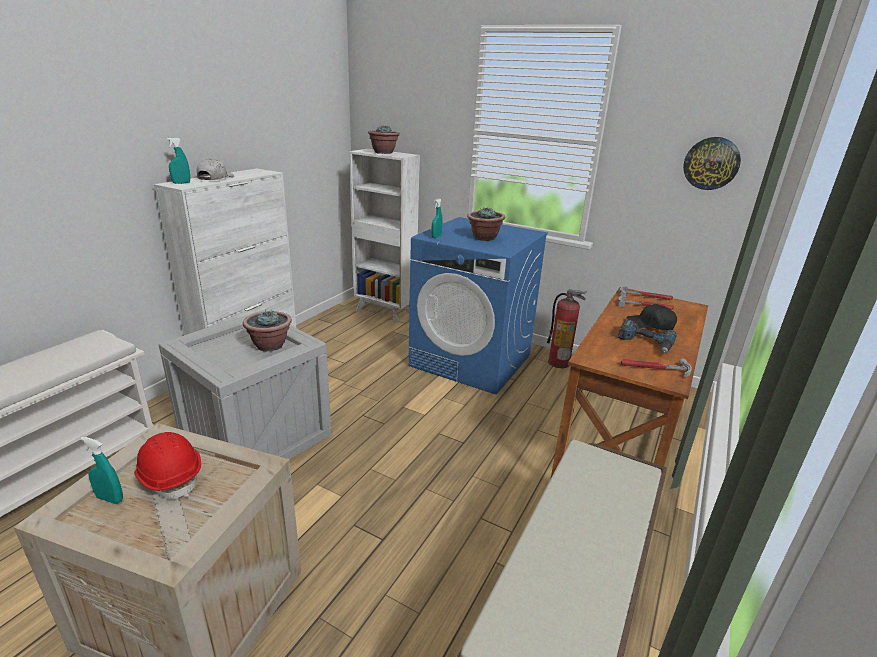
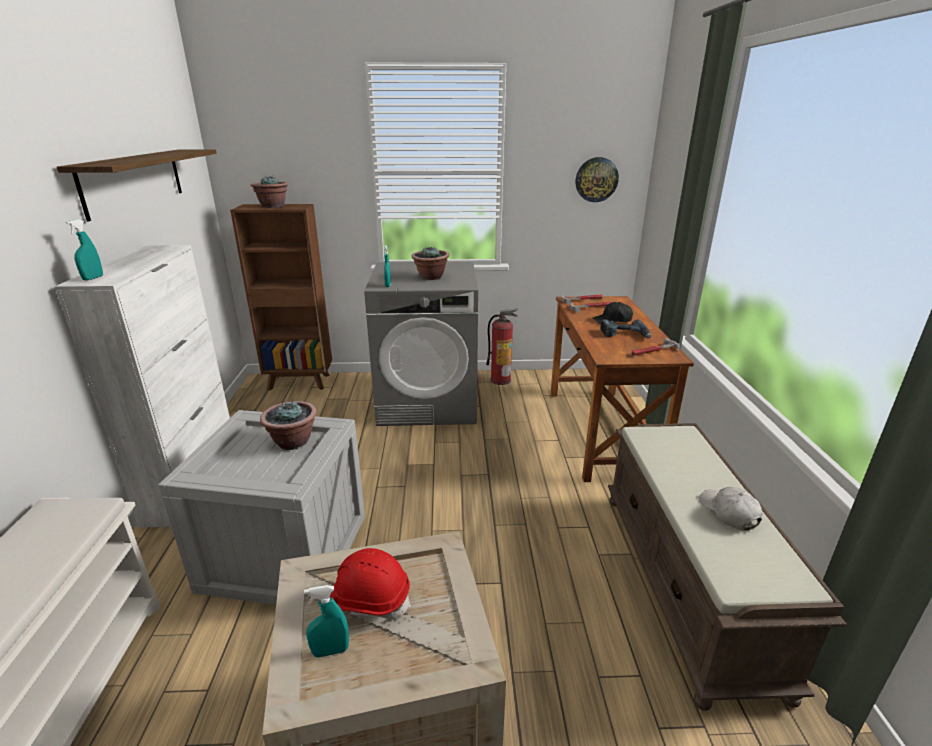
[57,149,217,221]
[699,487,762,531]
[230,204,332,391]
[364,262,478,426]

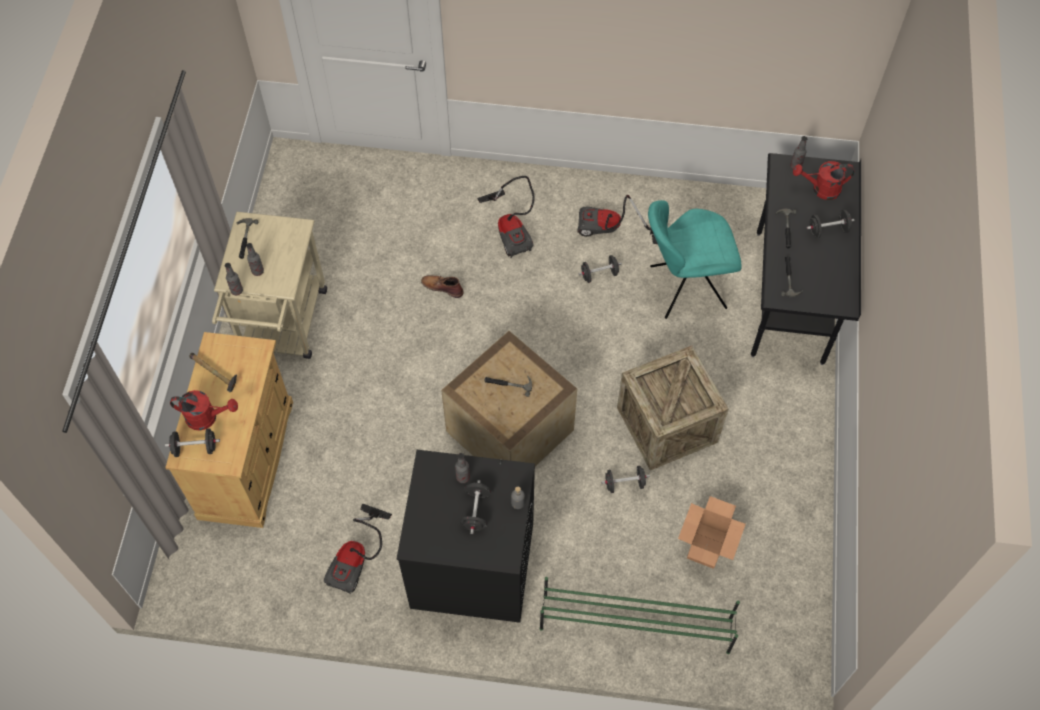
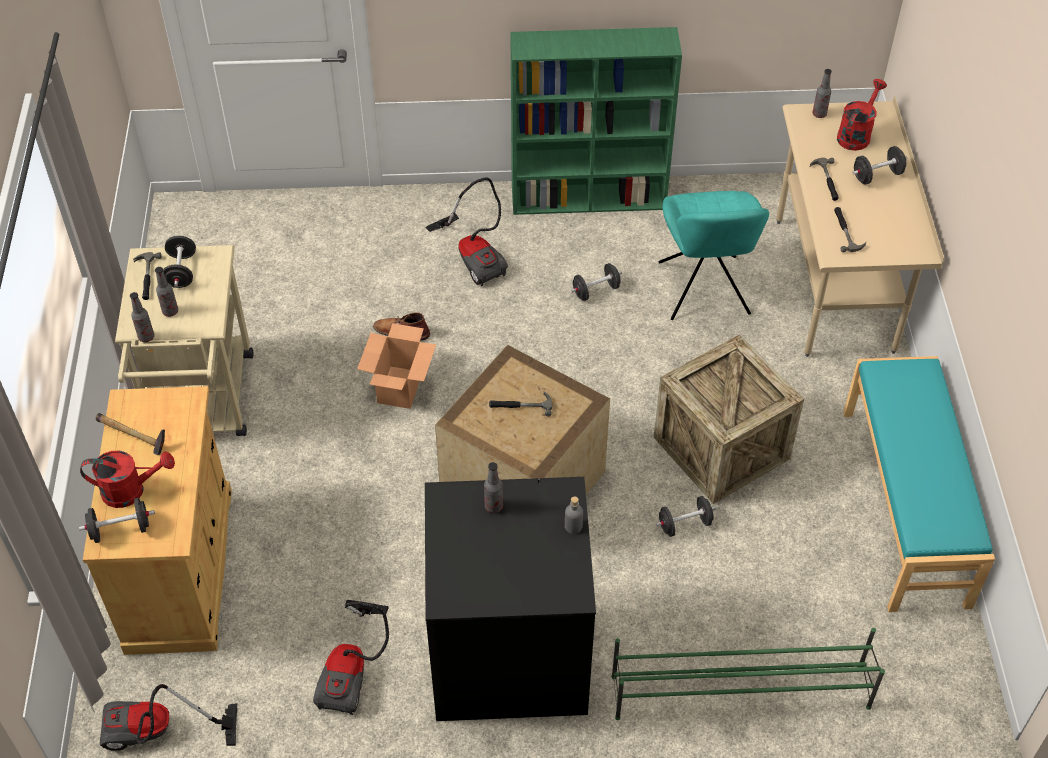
[510,27,682,215]
[843,356,995,612]
[163,236,196,288]
[100,684,237,751]
[357,323,436,409]
[776,95,944,357]
[659,191,769,320]
[837,79,887,151]

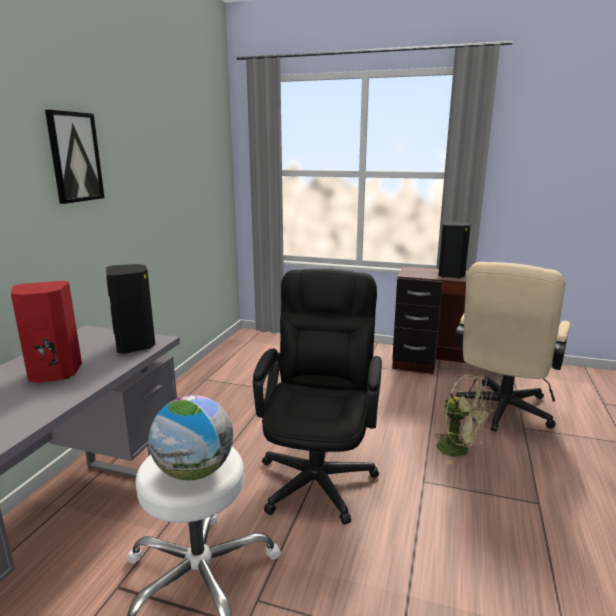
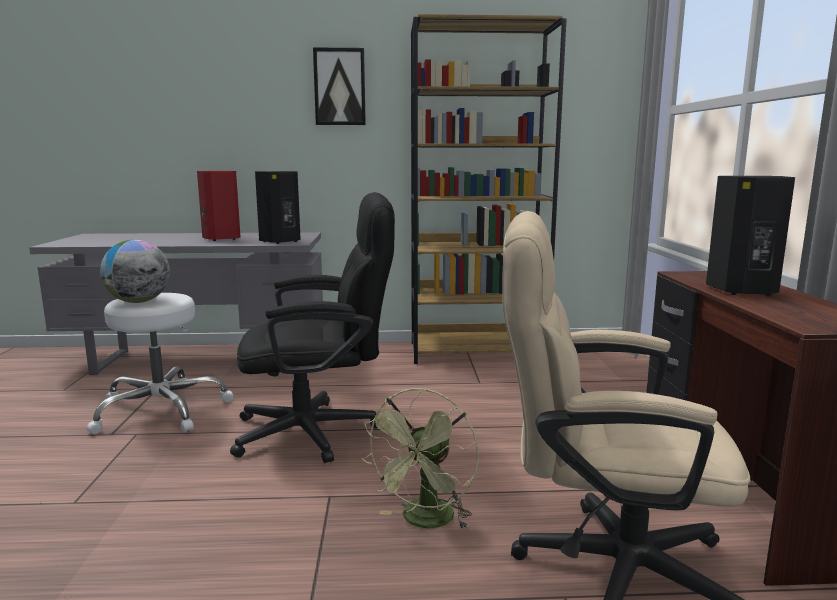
[411,14,567,364]

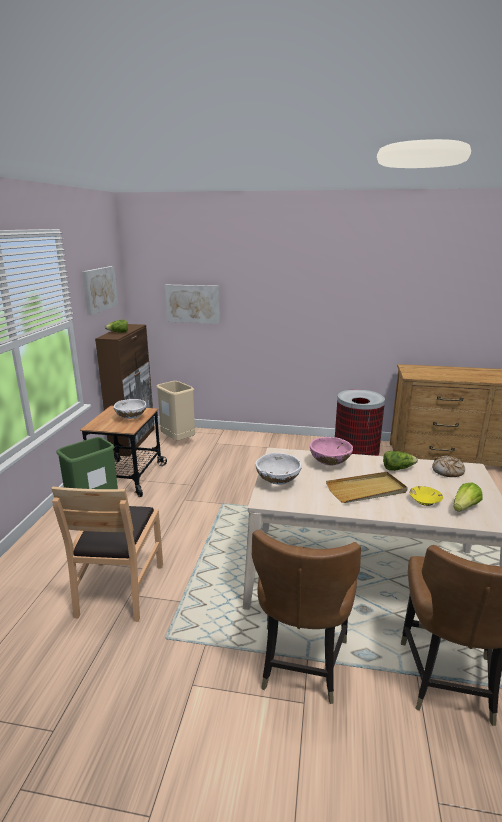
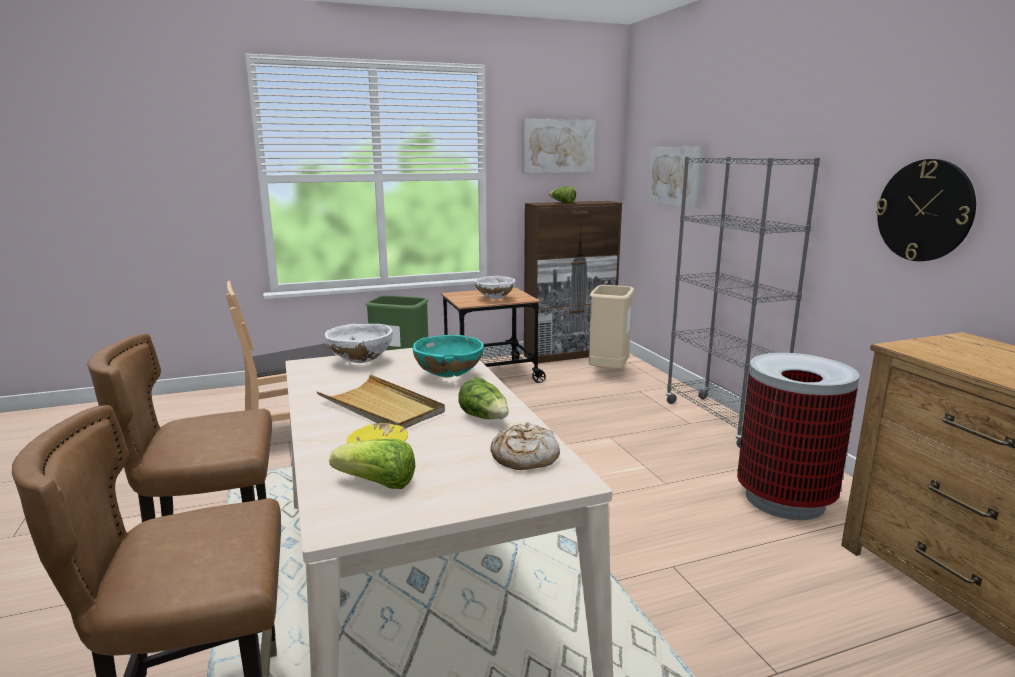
[666,157,820,448]
[876,159,976,261]
[413,335,484,377]

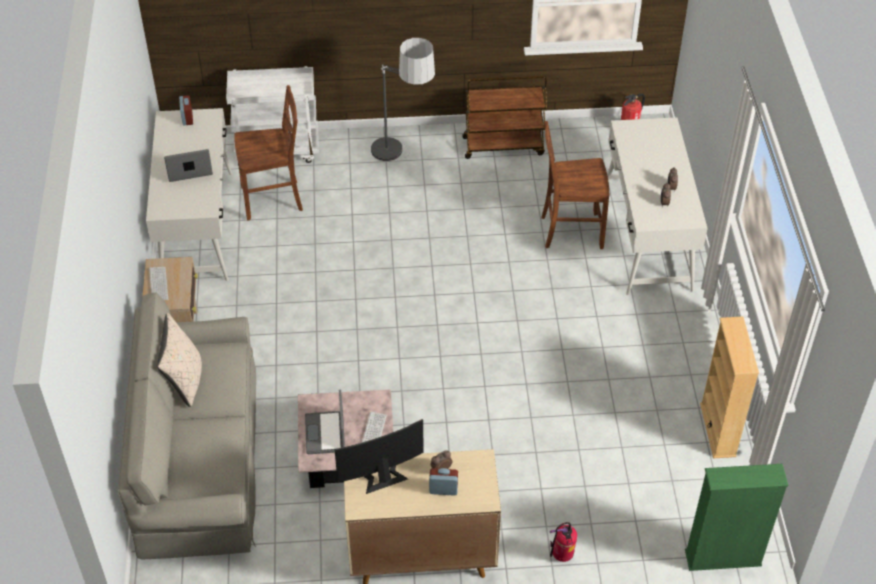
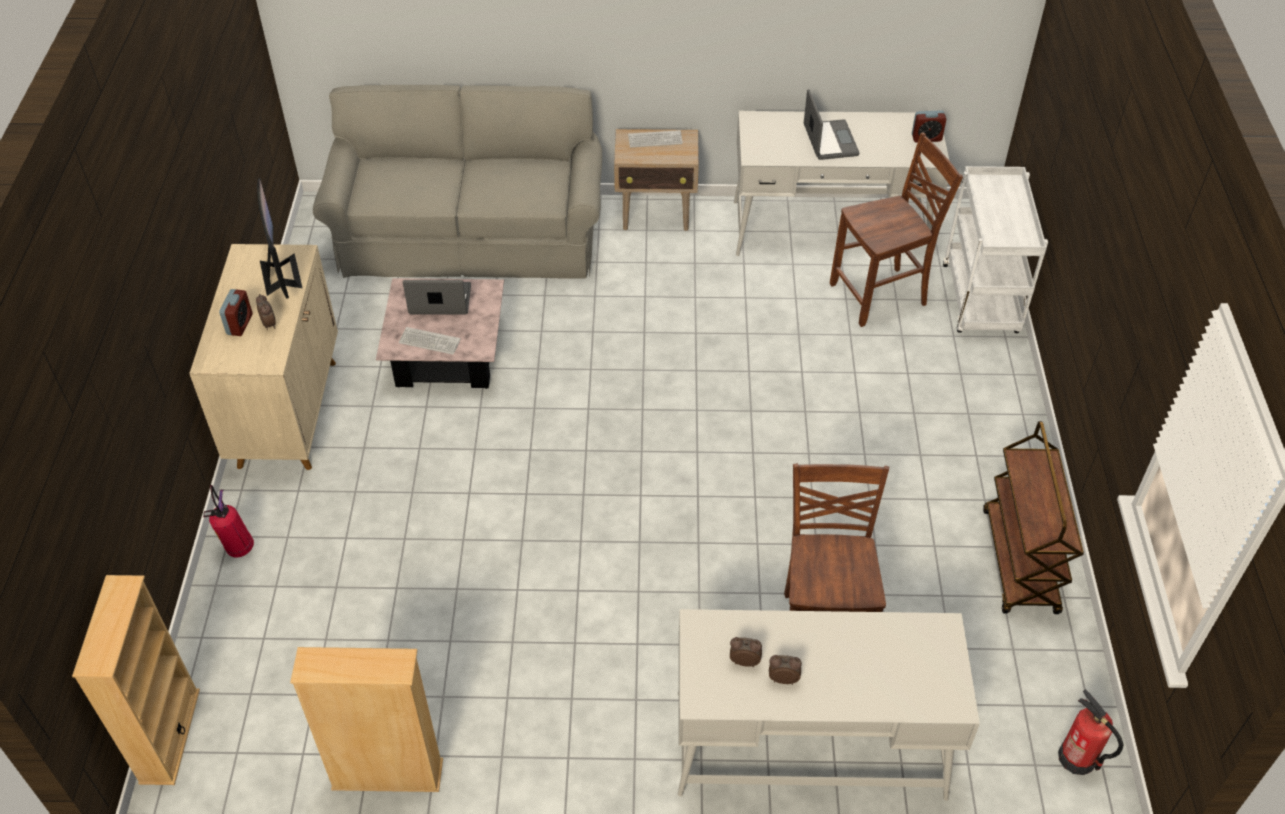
[157,313,202,407] (first image)
[371,38,435,161] (first image)
[72,575,200,785]
[830,132,963,327]

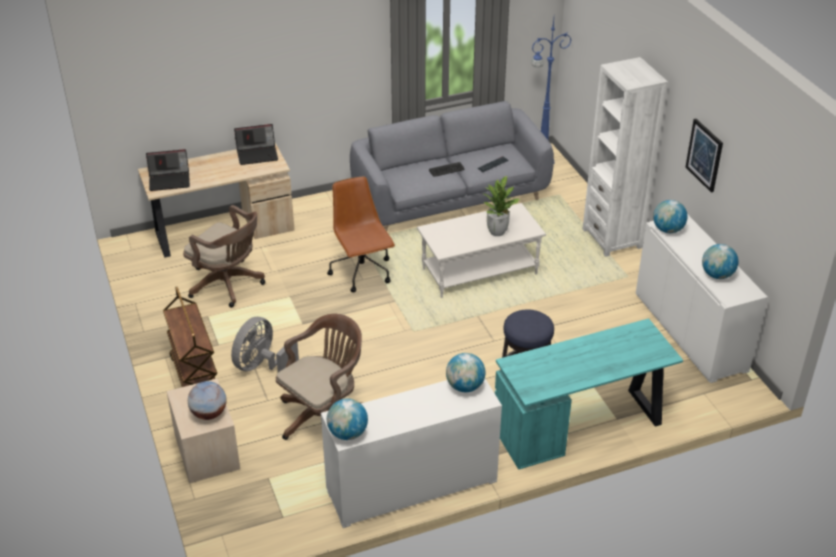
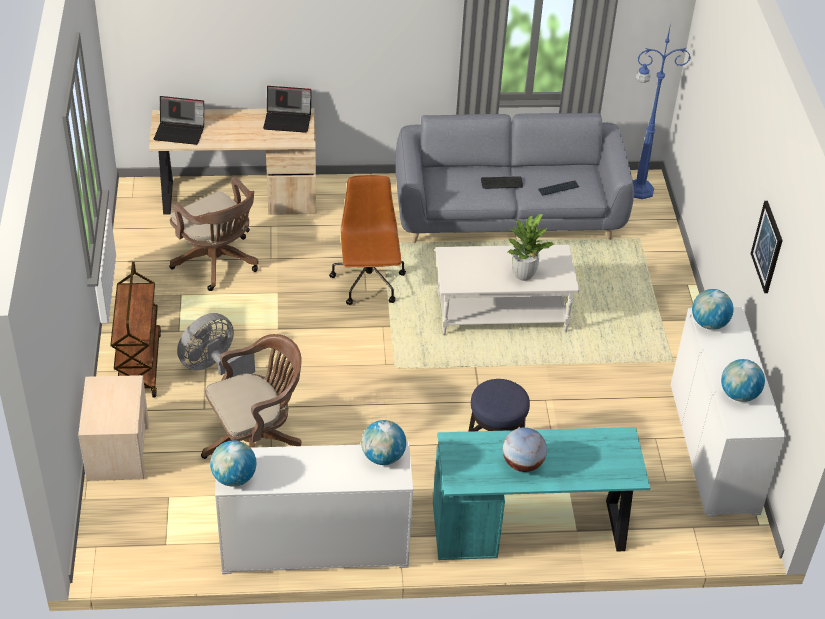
[583,57,668,257] (first image)
[503,427,547,472]

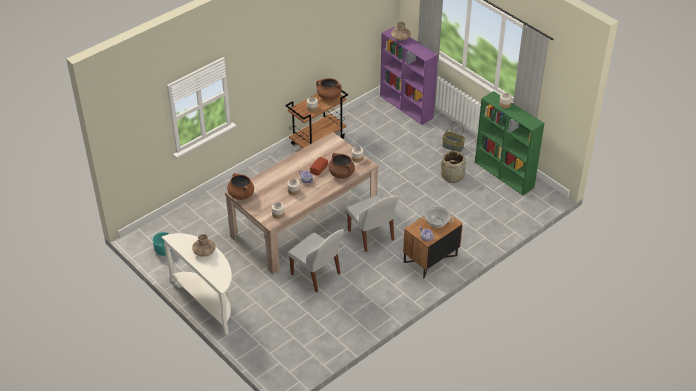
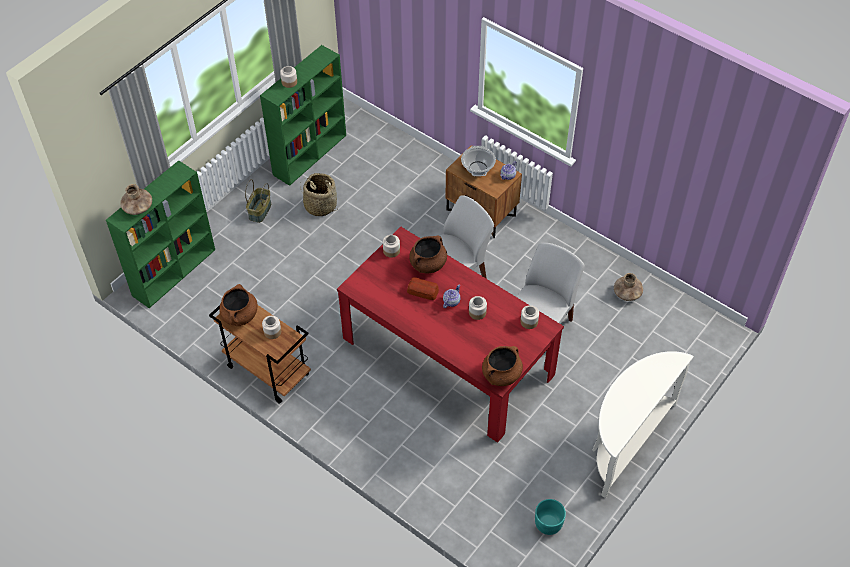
[614,273,643,301]
[337,227,564,443]
[106,160,215,308]

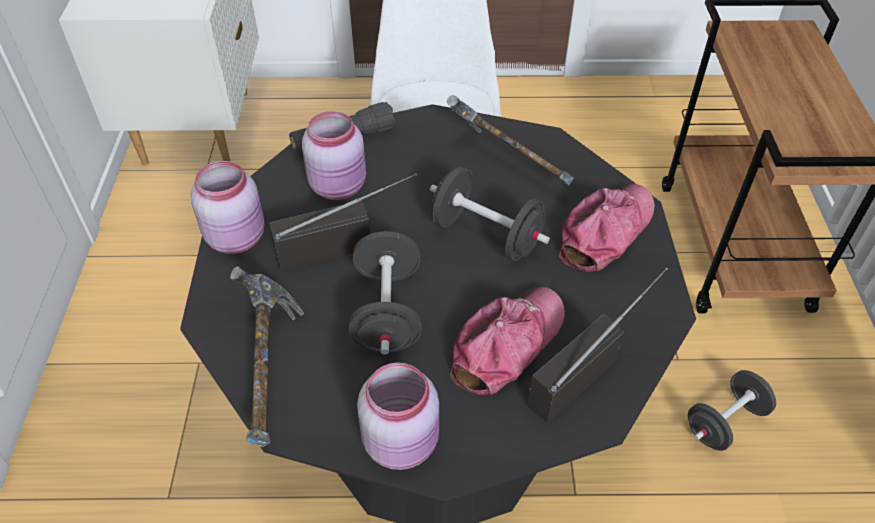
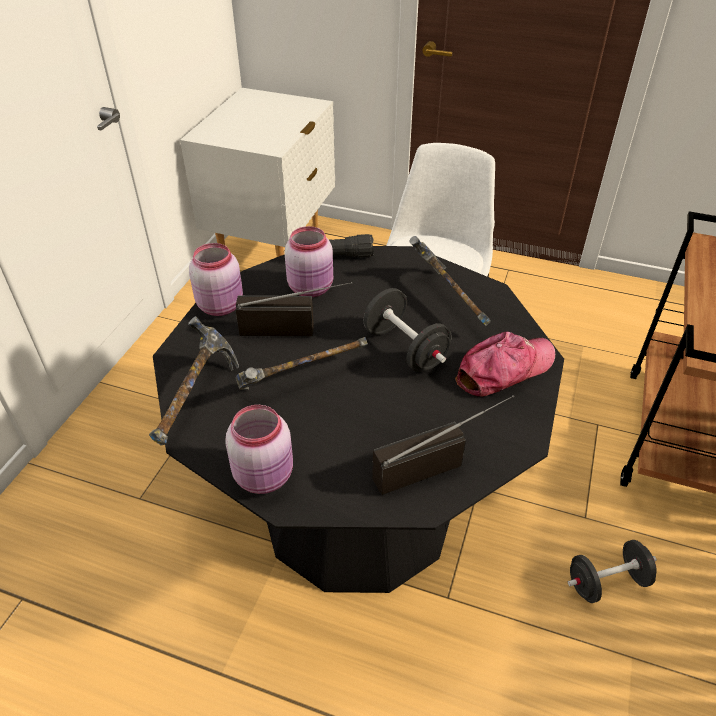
[450,287,565,395] (first image)
[236,337,368,390]

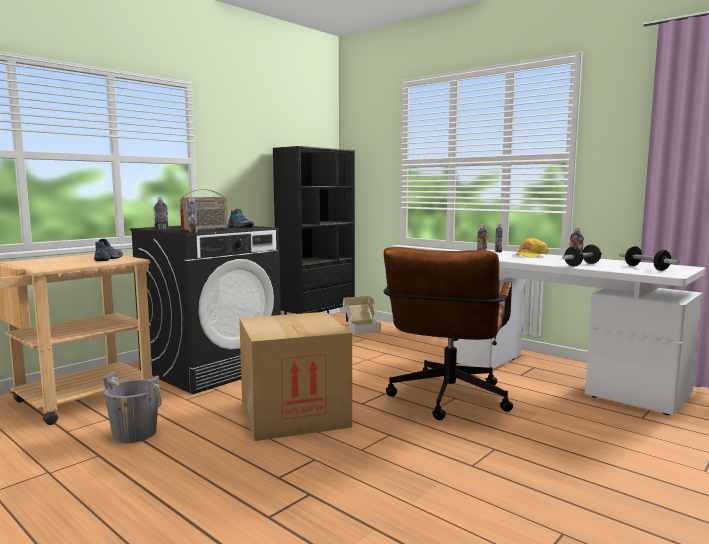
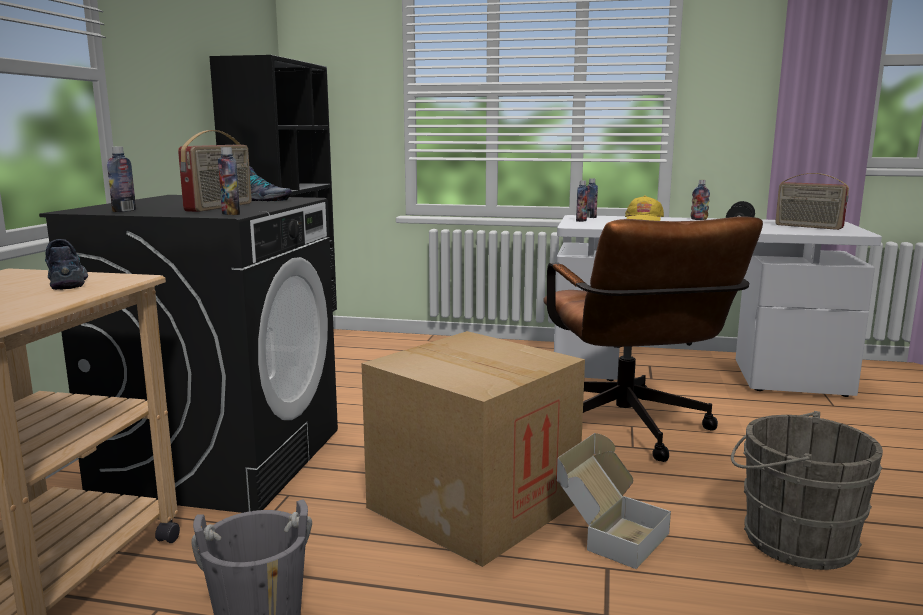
[731,411,883,570]
[557,433,671,569]
[775,173,849,230]

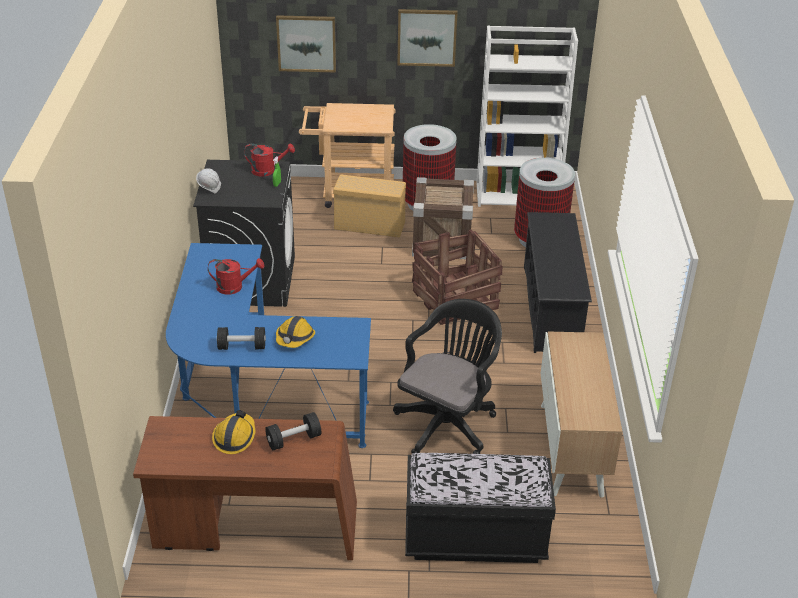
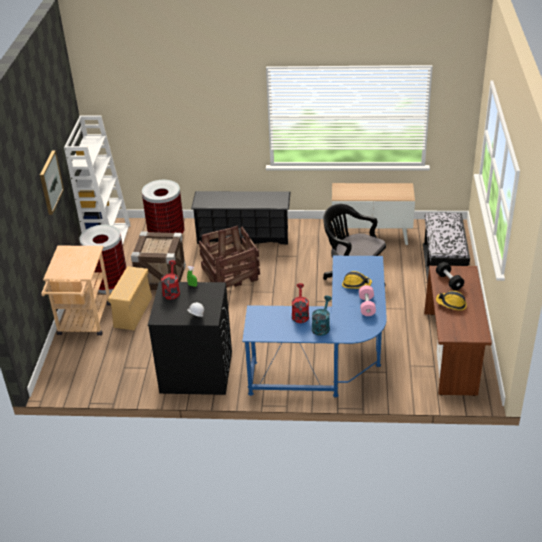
[276,15,336,73] (first image)
[312,296,332,336]
[359,285,376,316]

